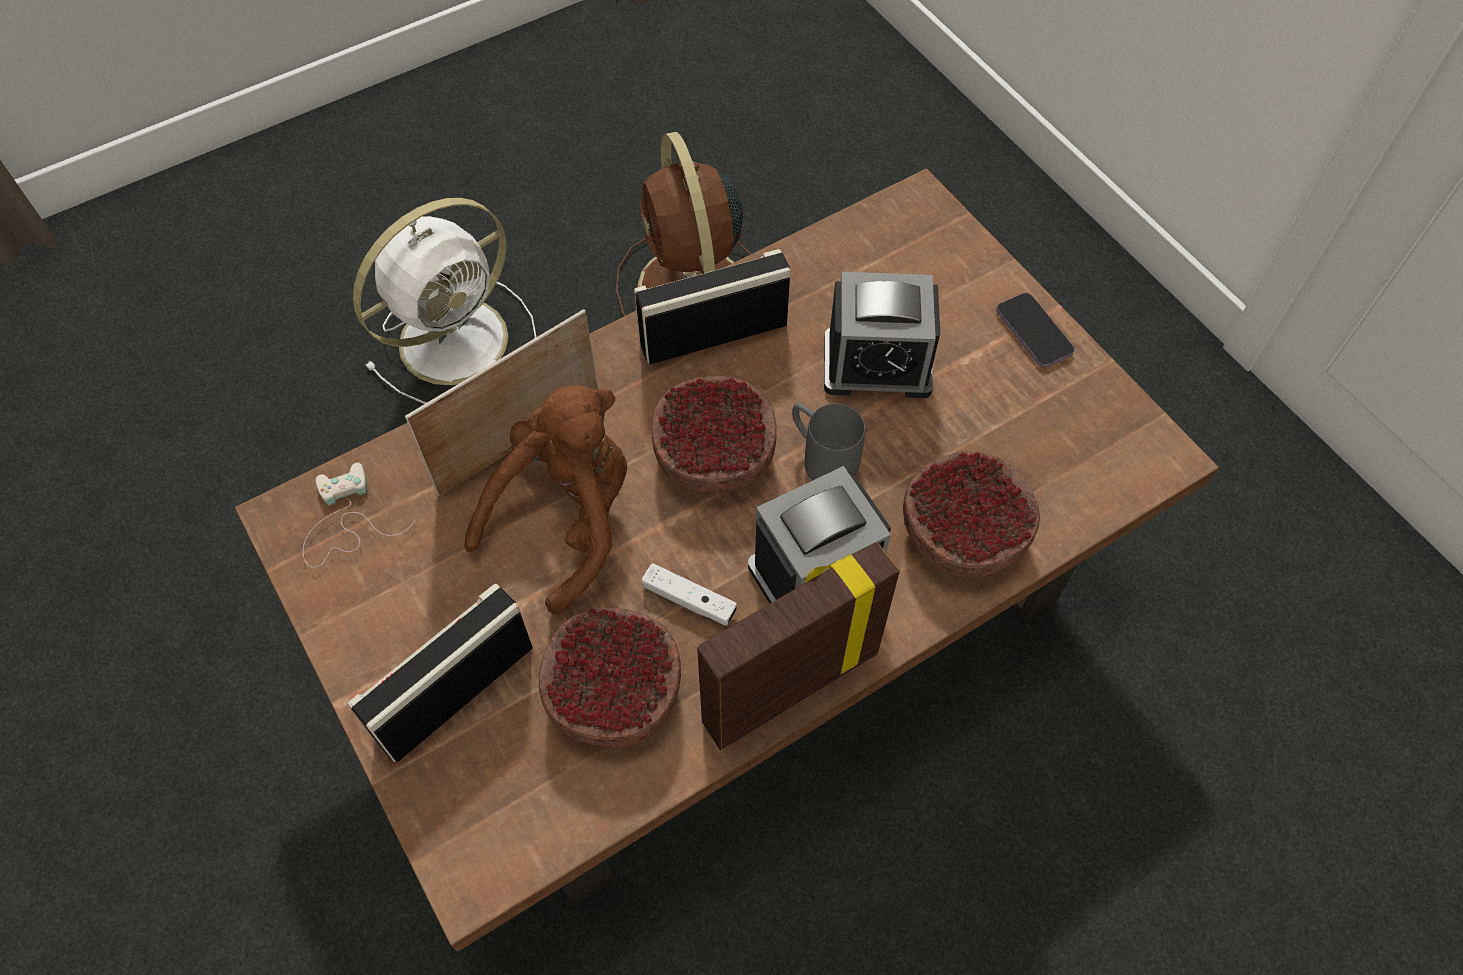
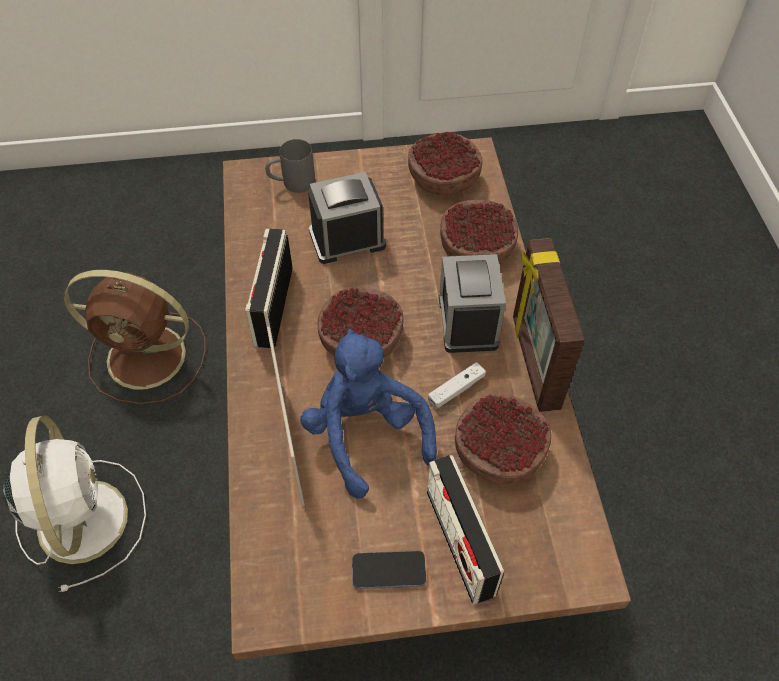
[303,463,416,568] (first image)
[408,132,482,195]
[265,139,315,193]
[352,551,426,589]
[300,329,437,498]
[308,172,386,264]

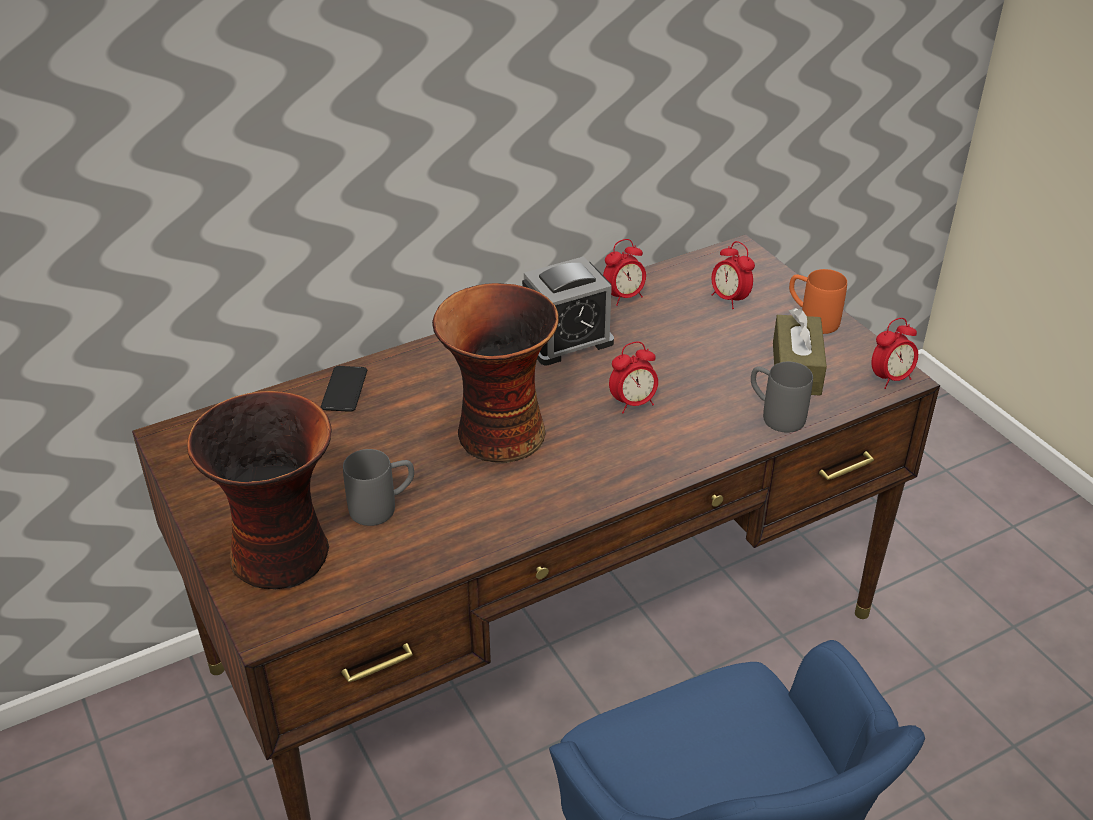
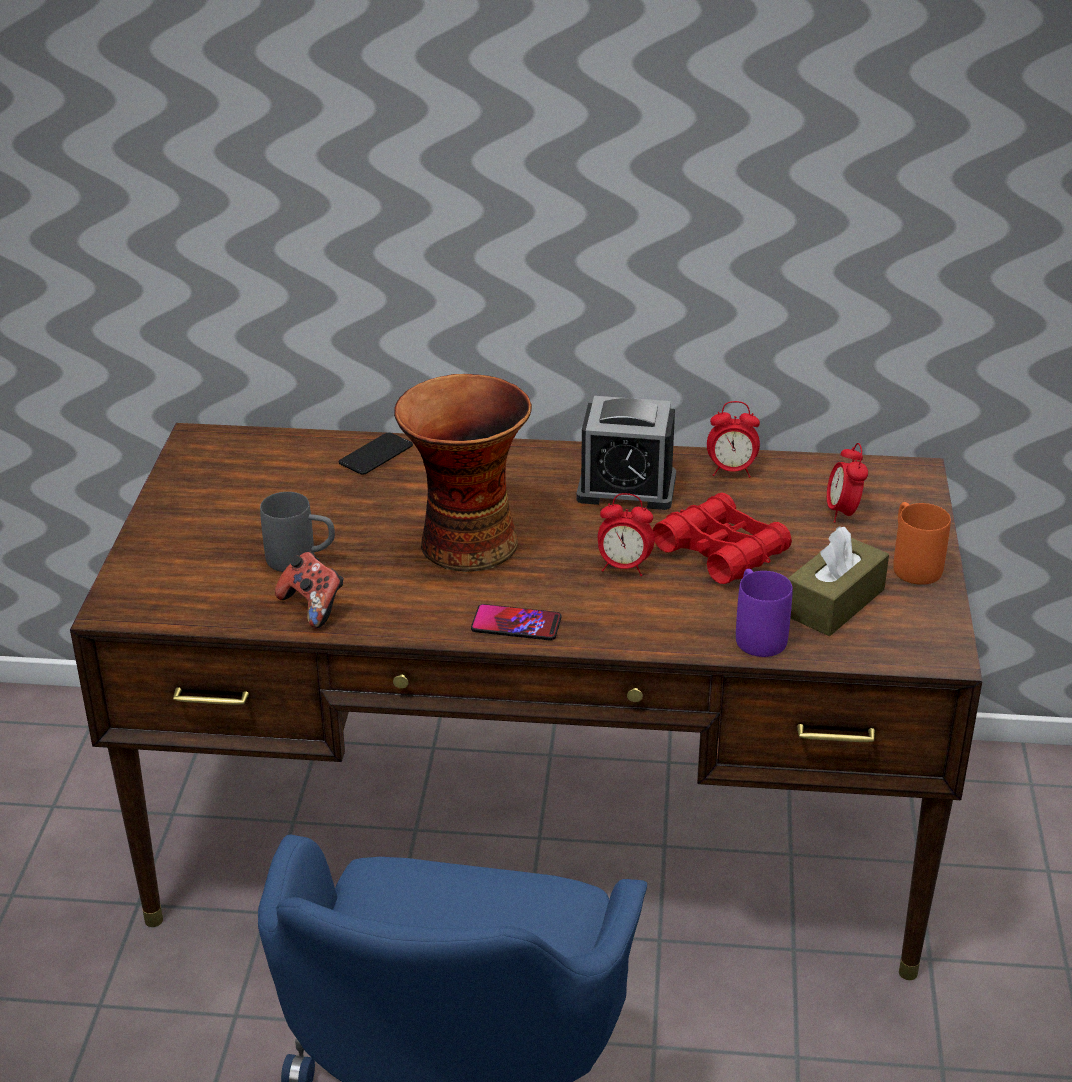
[187,391,332,589] (first image)
[872,318,918,389] (first image)
[275,552,344,628]
[471,604,562,641]
[653,493,792,584]
[736,569,793,657]

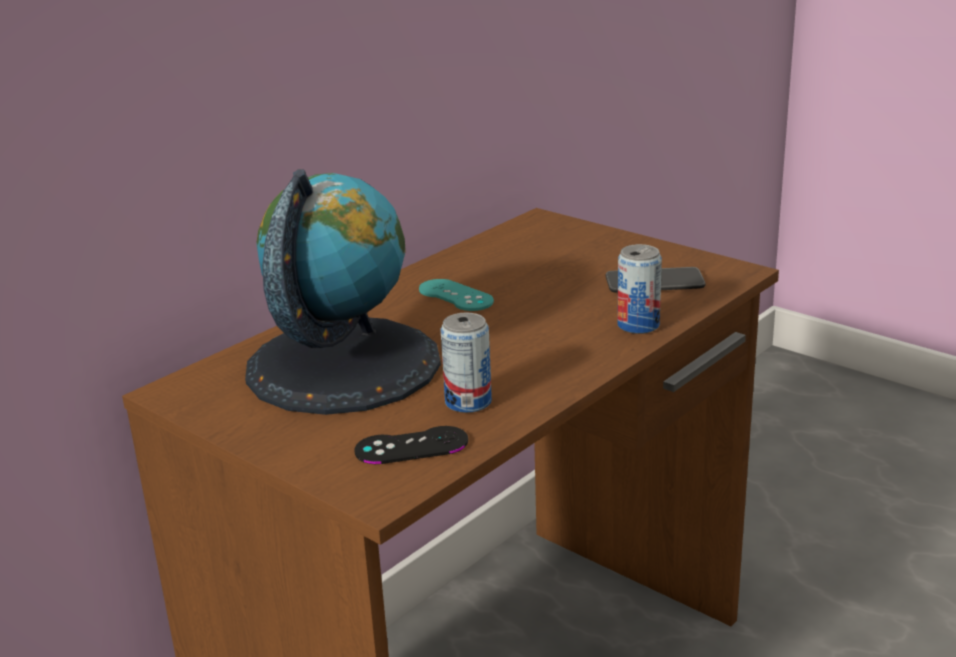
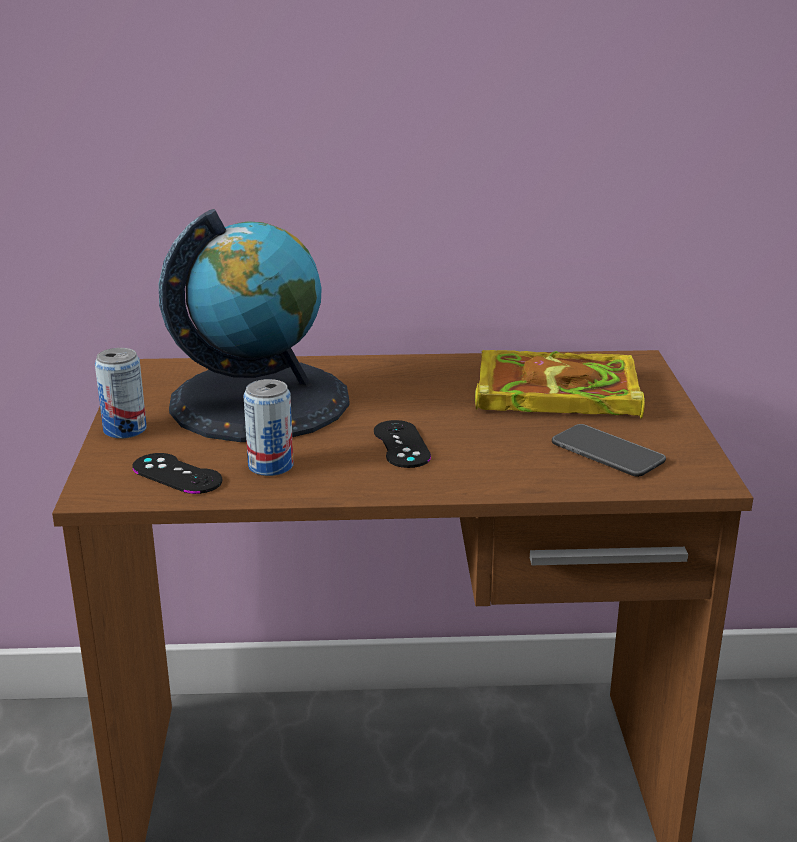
[419,279,494,311] (first image)
[374,420,431,468]
[475,350,645,418]
[95,348,147,439]

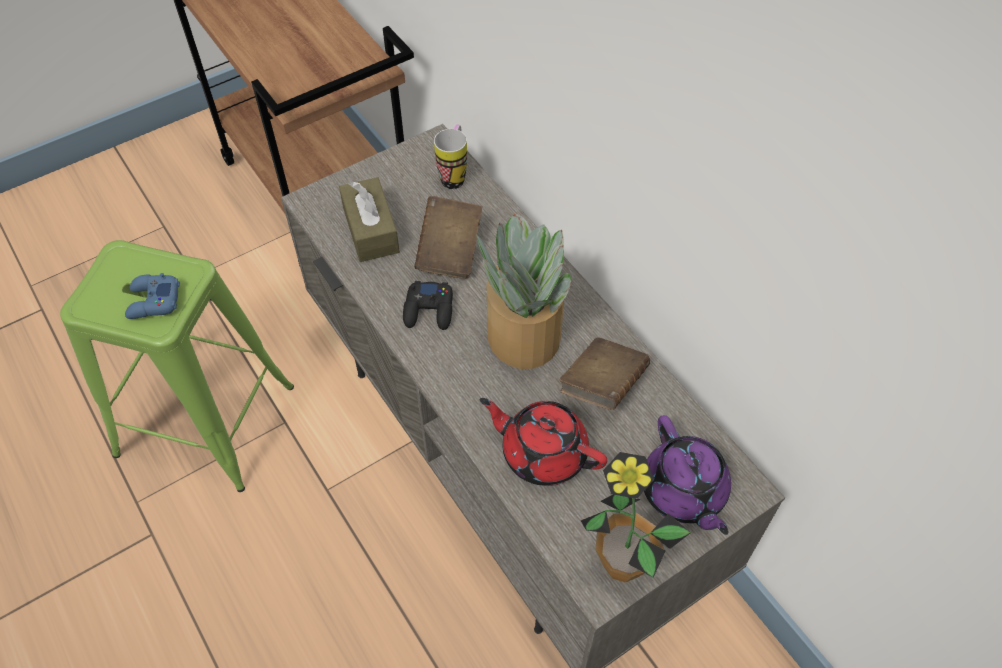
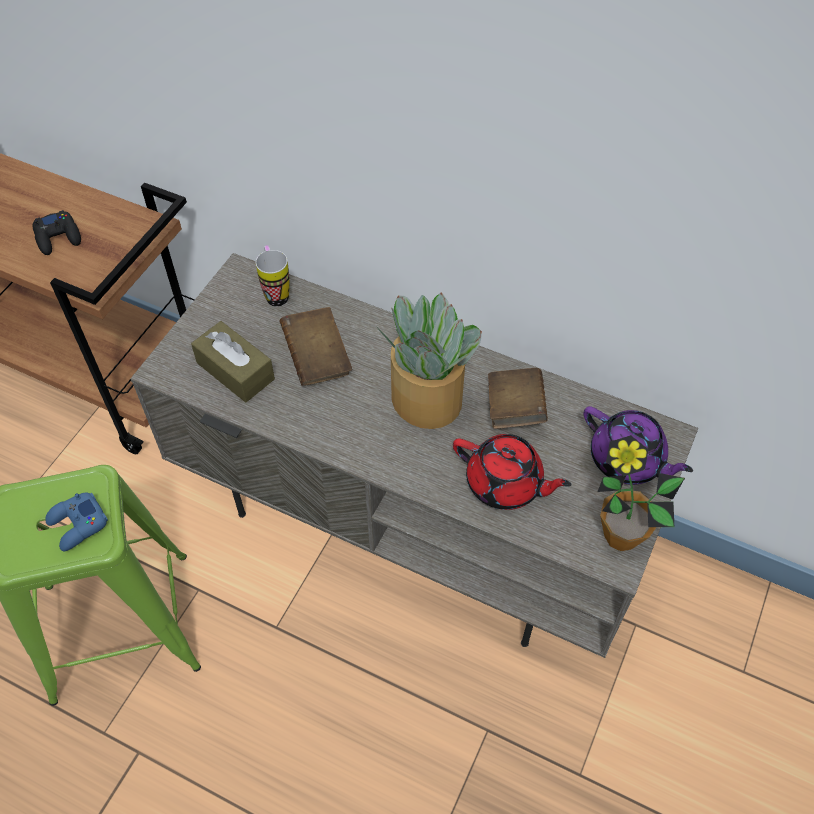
[32,210,81,255]
[453,434,571,510]

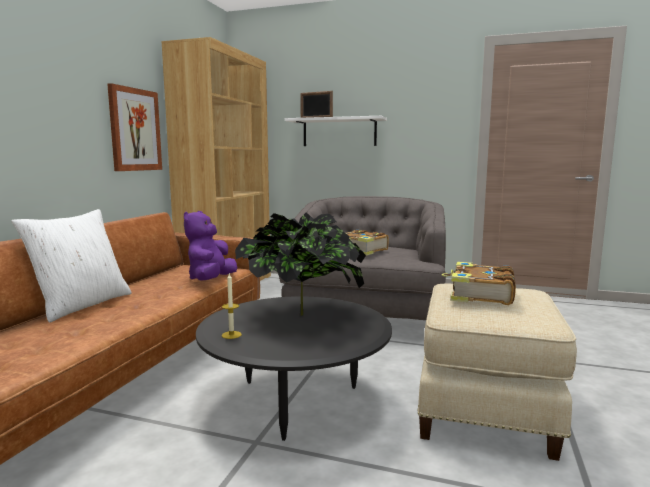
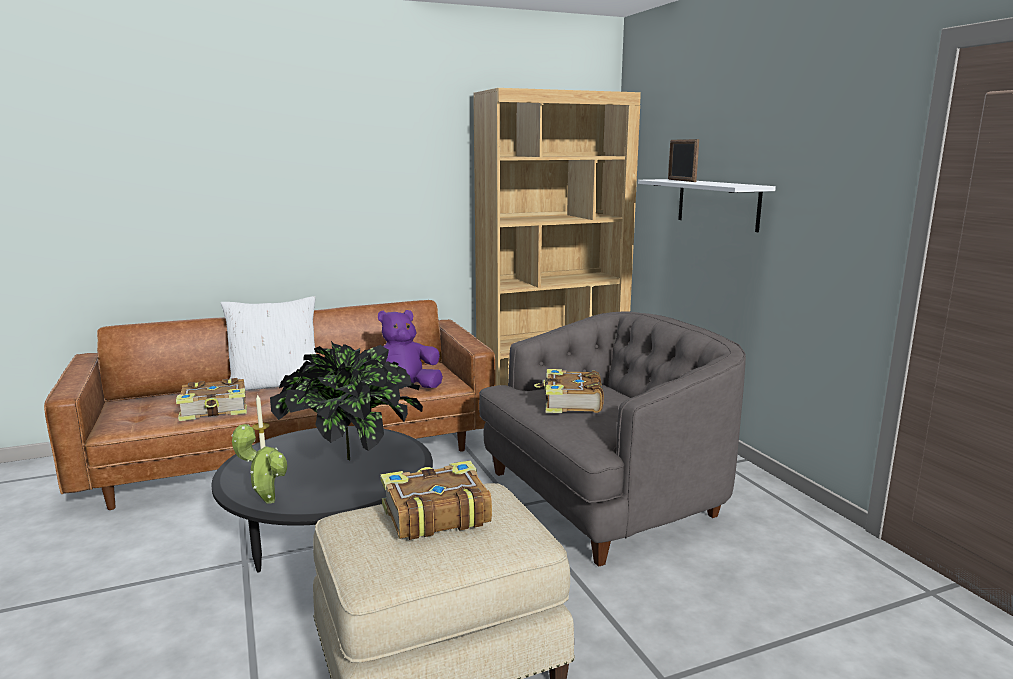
[107,83,162,171] (first image)
[176,378,247,421]
[231,424,287,504]

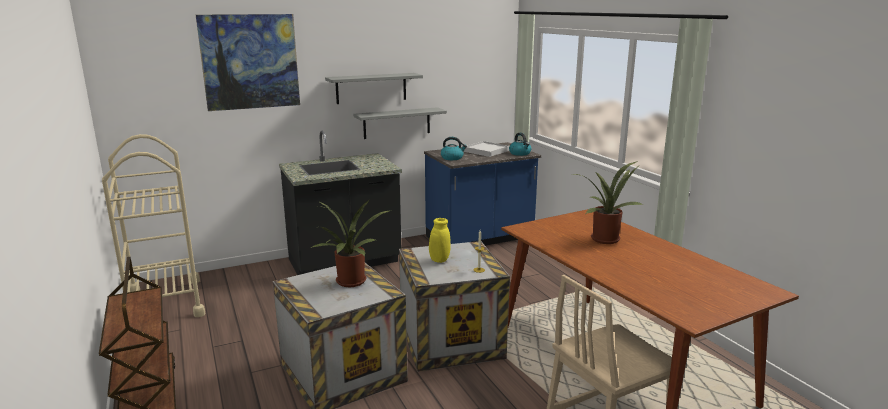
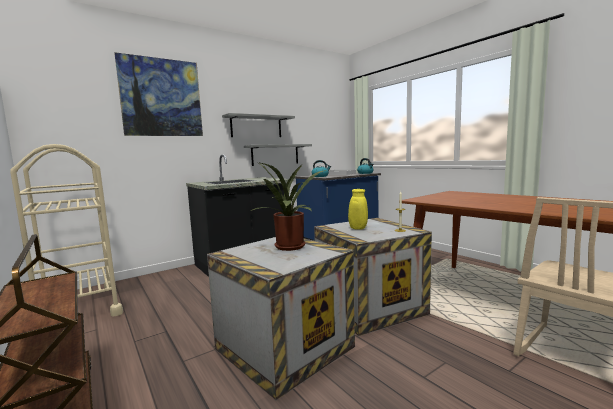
[575,161,643,244] (first image)

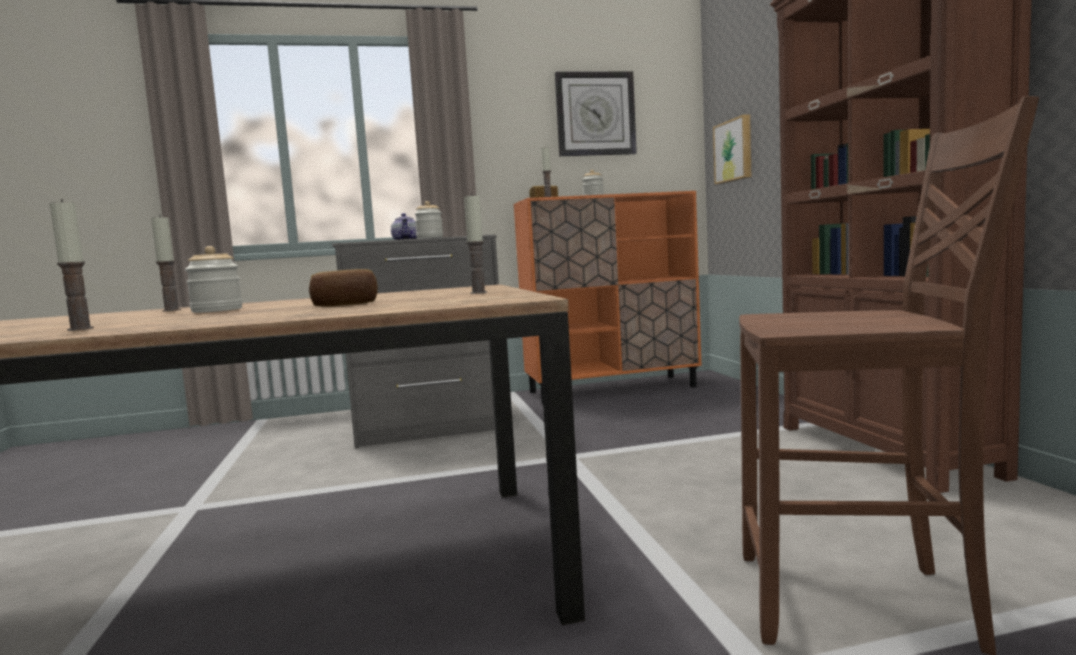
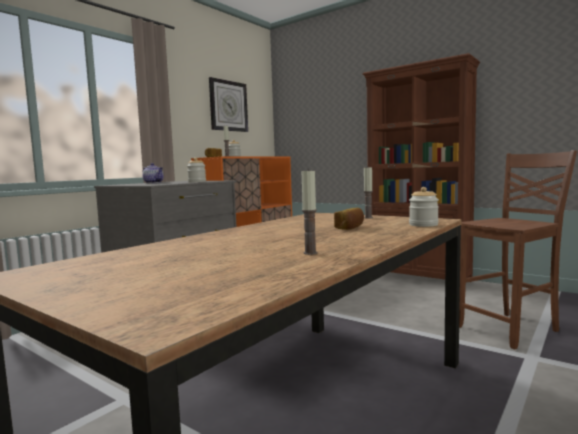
[151,215,181,311] (first image)
[713,114,751,184] (first image)
[409,187,439,227]

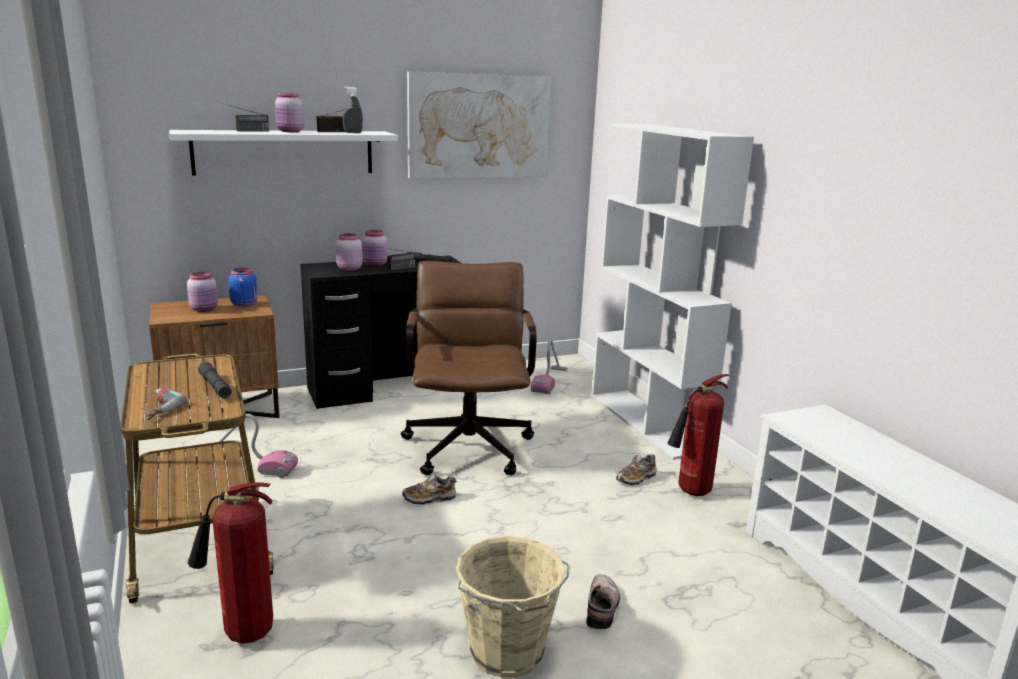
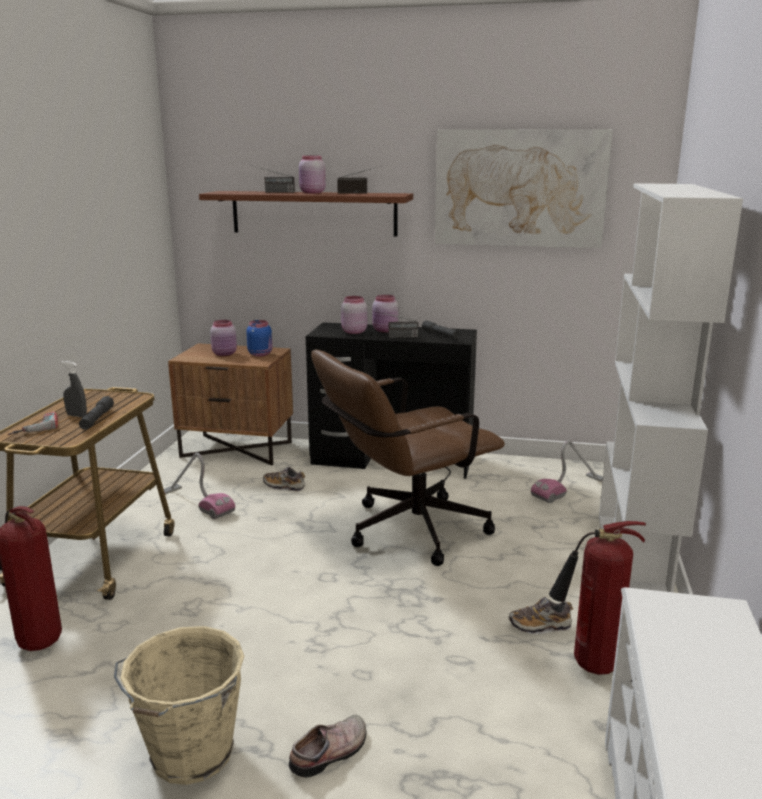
[61,361,87,417]
[263,467,305,492]
[199,191,413,236]
[311,350,505,566]

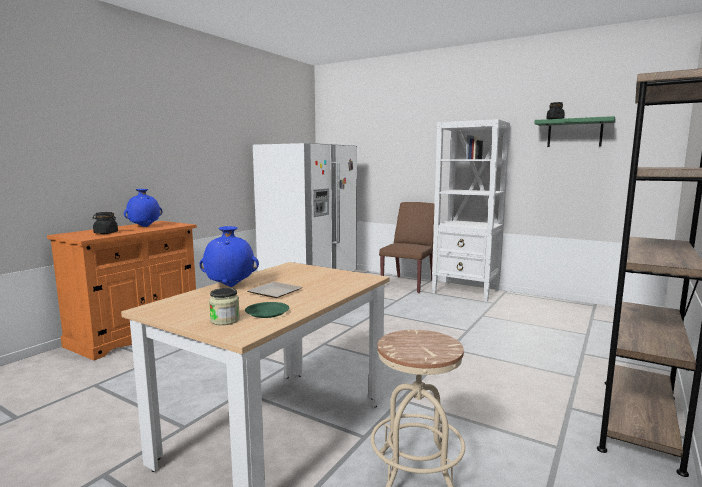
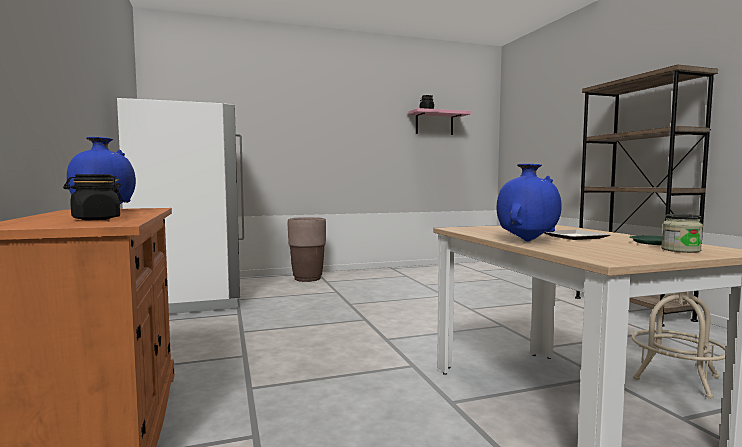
[432,119,510,302] (first image)
[288,217,326,282]
[408,108,471,135]

